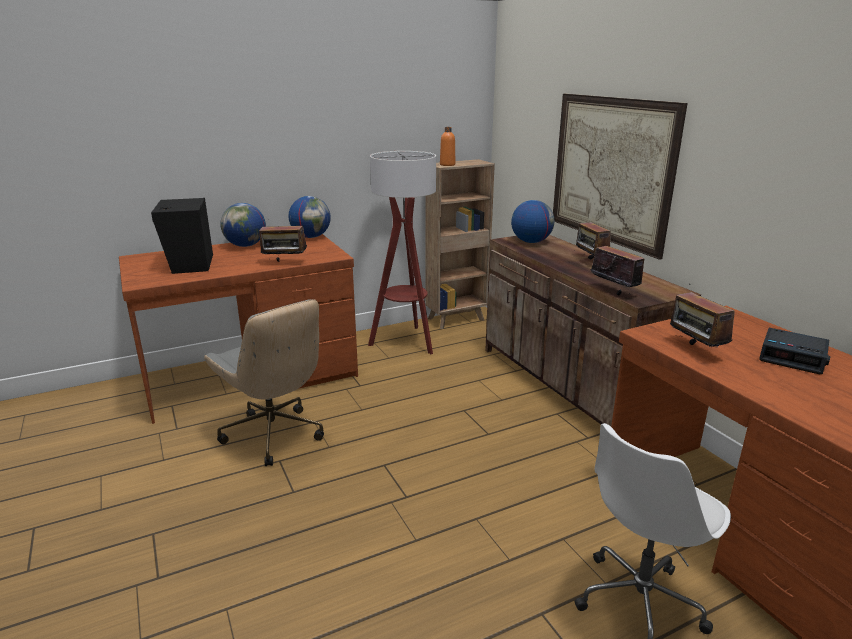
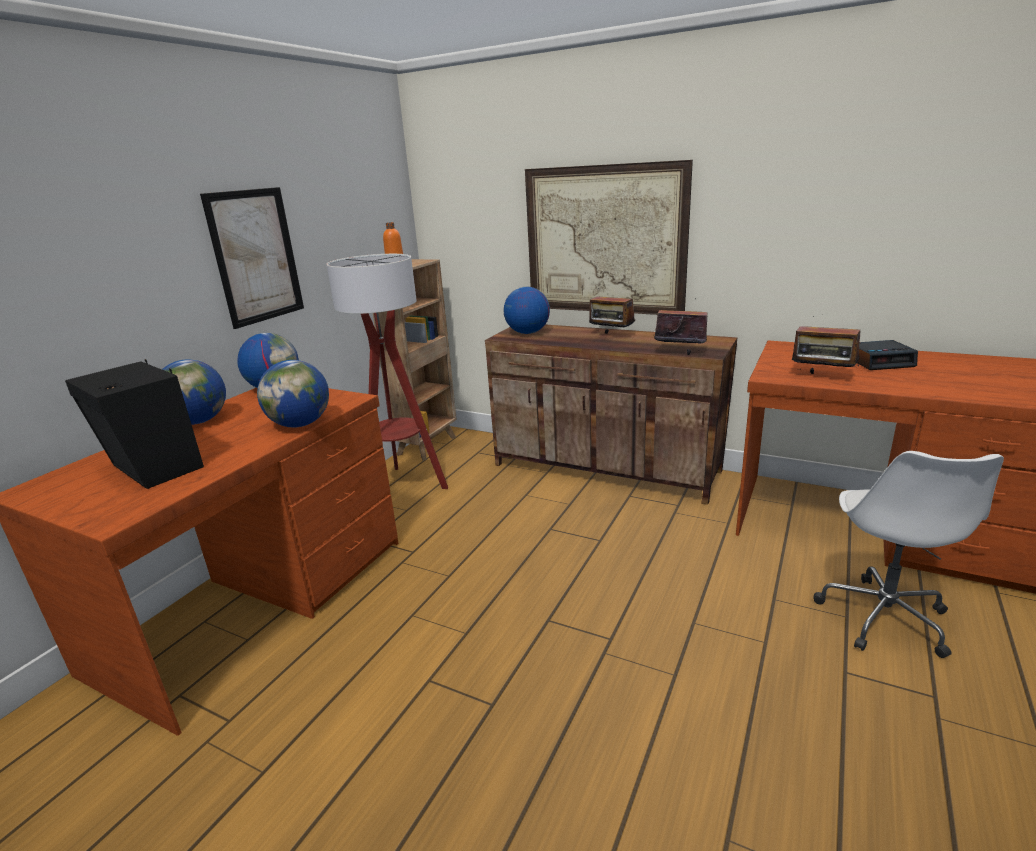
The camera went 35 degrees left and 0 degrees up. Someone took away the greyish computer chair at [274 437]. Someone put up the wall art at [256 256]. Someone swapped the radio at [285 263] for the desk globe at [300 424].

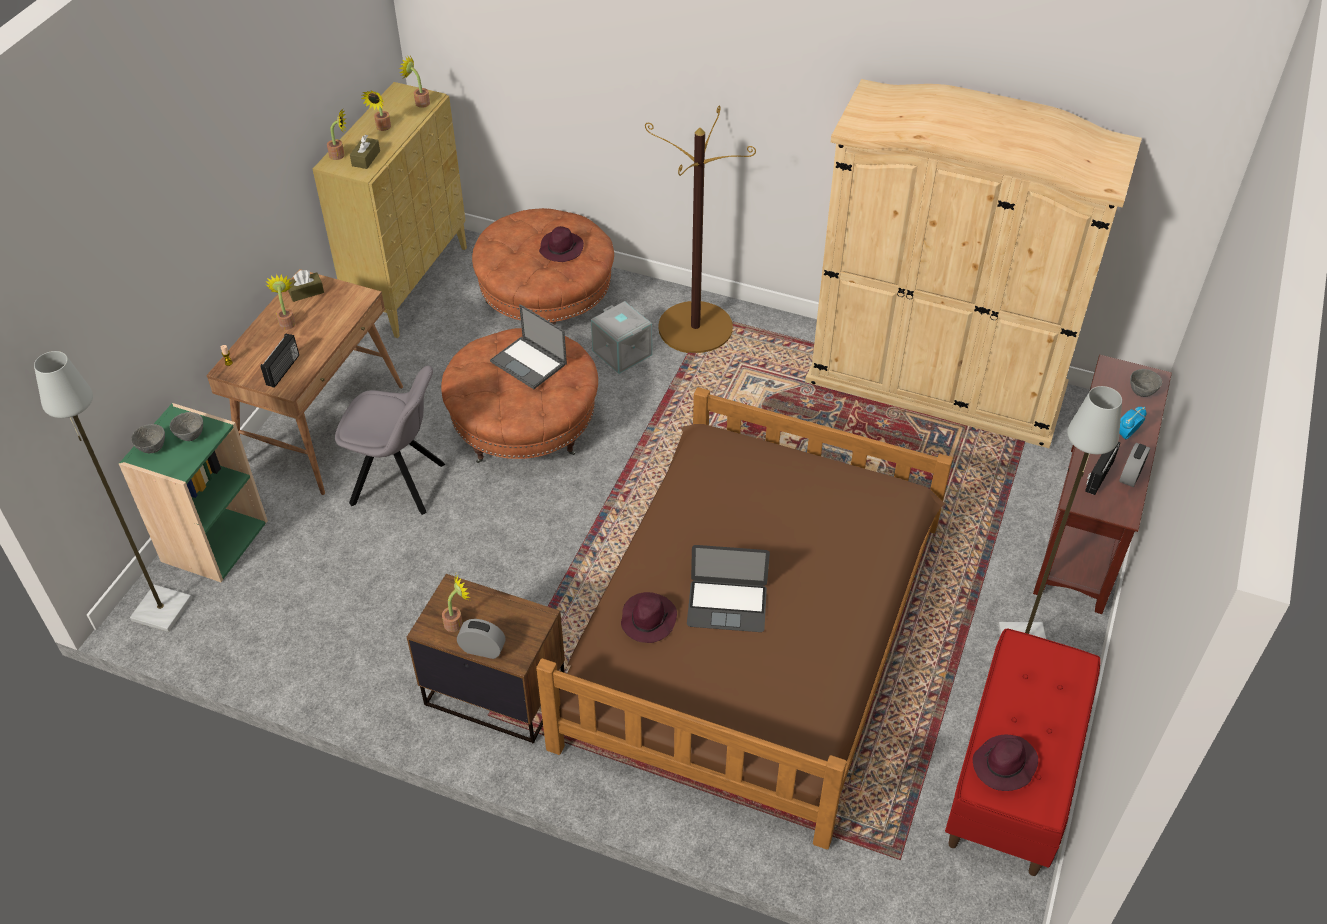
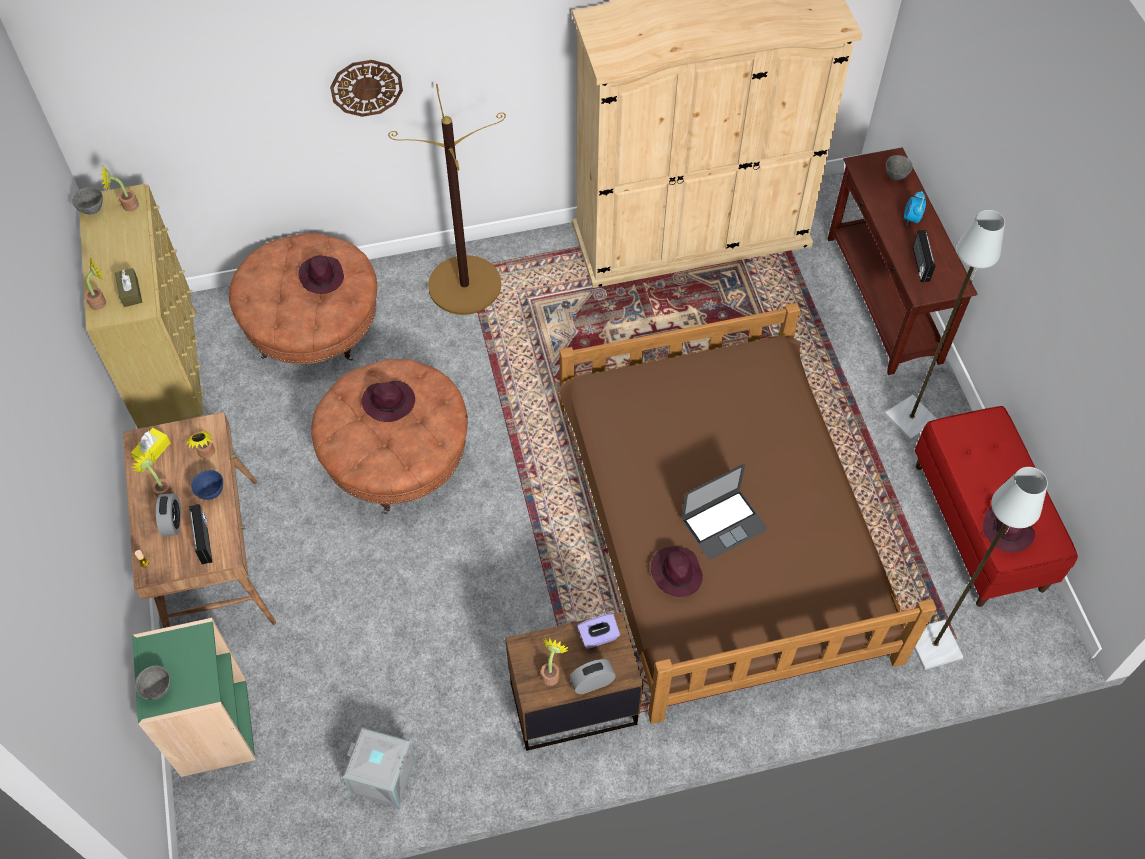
The camera went 35 degrees left and 10 degrees up. Someone took away the greyish upright chair at [399 483]. Someone put down the blue-coloured bowl at [212 493]. Someone put up the wall clock at [366 87]. Someone put down the purple-coloured tissue box at [598 637]. Someone carried the greyish floor lamp from [162 610] to [935 646]. Someone carried the greyish bowl from [191 436] to [93 210]. Someone carried the potted plant from [382 128] to [207 454]. Someone carried the greyish storage bin from [621 353] to [382 776]. Someone carried the alarm clock from [1130 475] to [172 522]. Someone swapped the portable computer at [529 363] for the purple-coloured hat at [389 402]. Someone repainted the brown tissue box at [306 292], which became the yellow tissue box at [152 451].

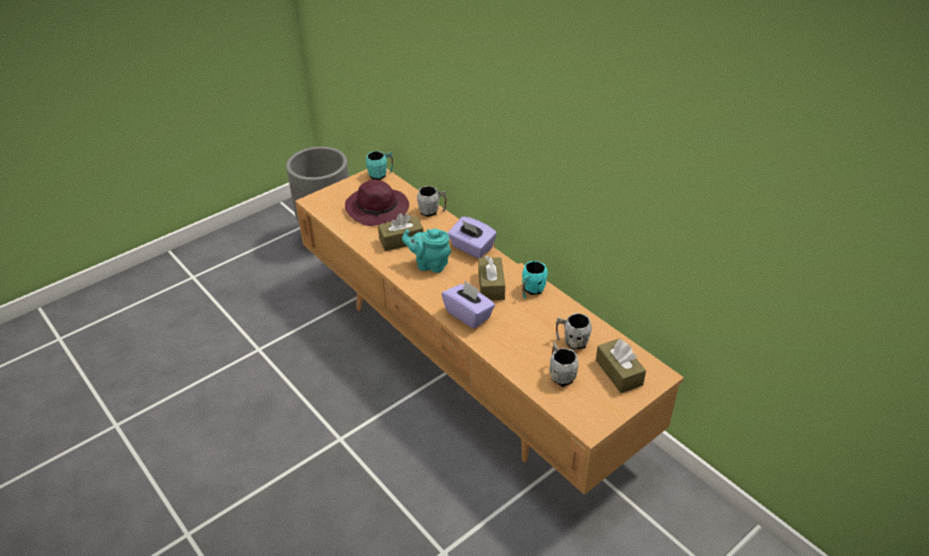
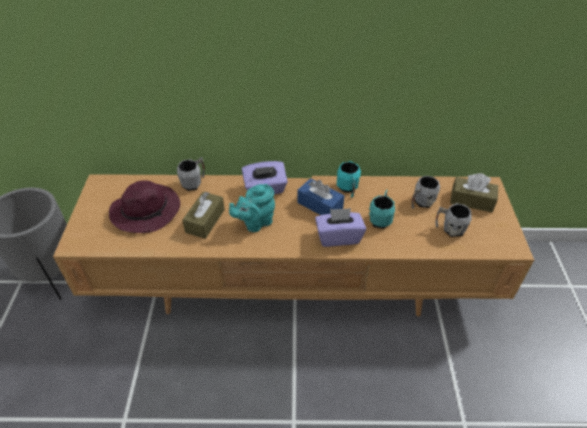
The camera went 50 degrees left and 5 degrees up. Someone carried the turquoise coffee mug from [380 174] to [380 219]. Someone repainted the brown tissue box at [491 286], which became the blue-coloured tissue box at [320 205].

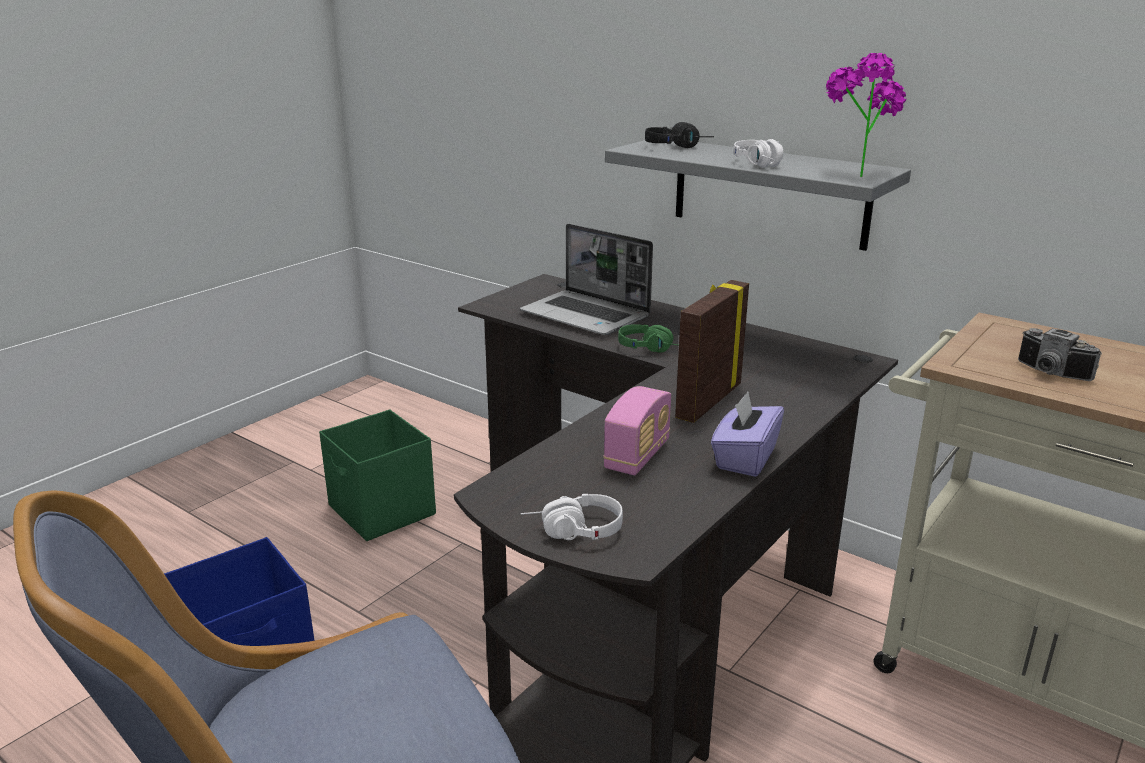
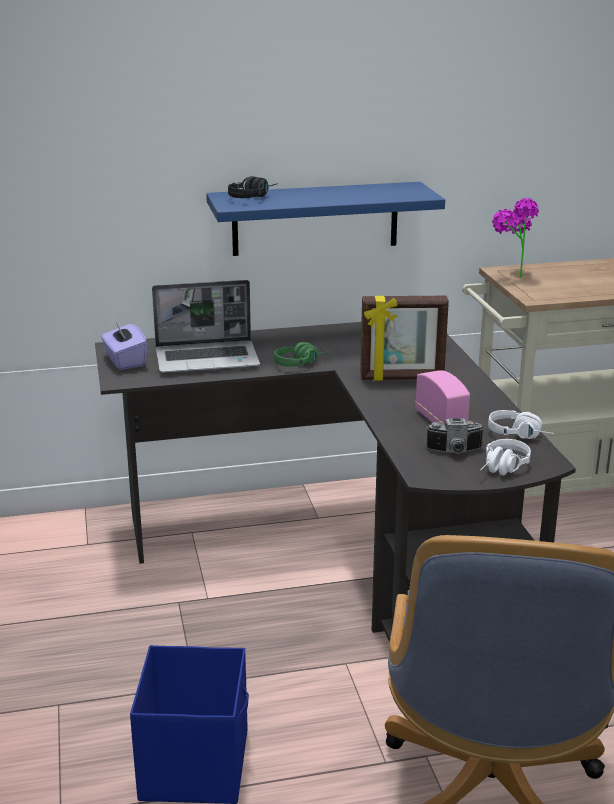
The camera went 50 degrees left and 0 degrees up. Someone took away the green storage bin at [382 511]. Someone carried the purple-coloured tissue box from [744 458] to [125 361]. Someone carried the whitish headphones from [762 165] to [520 434]. Someone carried the potted plant from [855 173] to [510 275]. Someone carried the still camera from [1049 373] to [455 452]. Someone repainted the greyish wall shelf at [769 192], which became the blue-coloured wall shelf at [315 218]. Someone rotated the photo frame at [707 401] by 75 degrees counterclockwise.

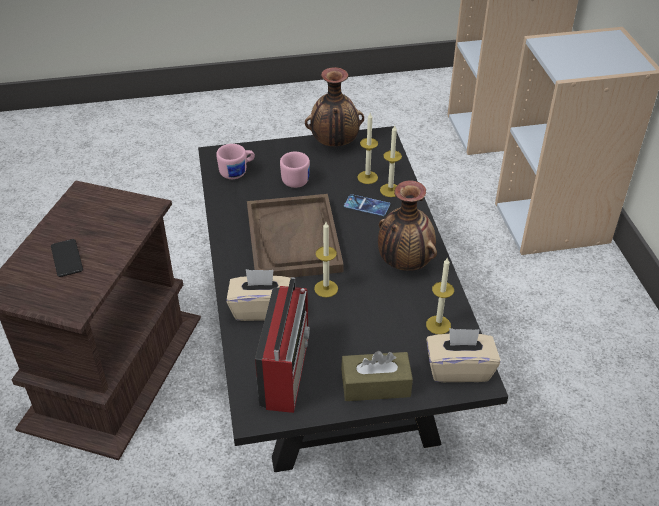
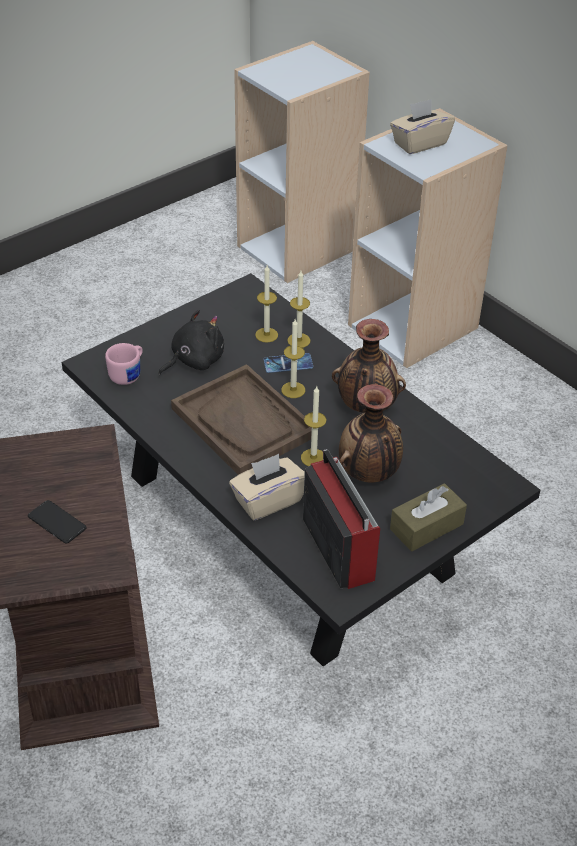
The camera went 30 degrees left and 0 degrees up. Someone carried the flower vase from [334 143] to [369 473]. Someone carried the wax candle from [438 325] to [293 390]. Someone carried the sand-coloured tissue box from [459 368] to [419 143]. Someone swapped the pinkish coffee mug at [295 178] for the blackish cuddly toy at [194 360].

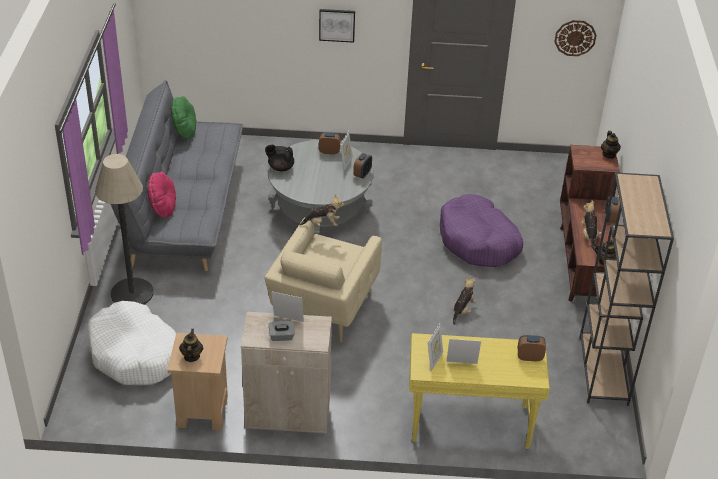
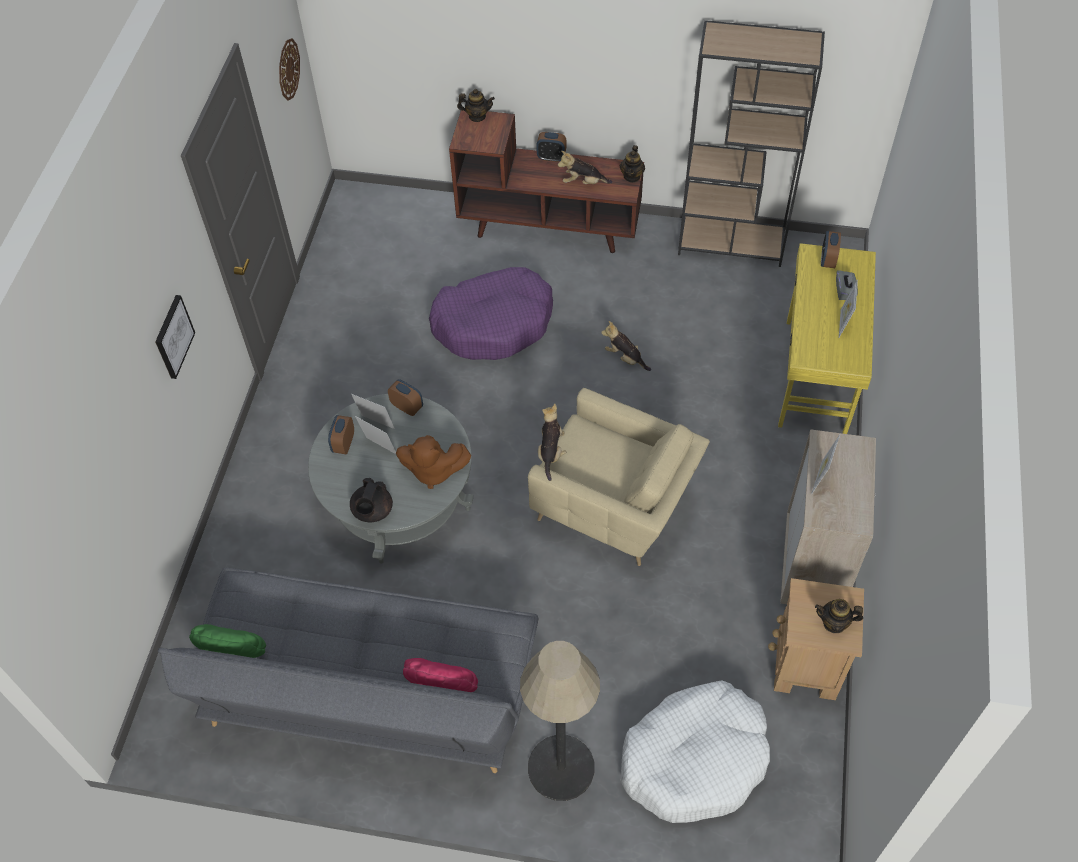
The camera went 80 degrees left and 15 degrees up. Someone put down the brown cuddly toy at [433 471]. Someone carried the greyish tissue box from [281 336] to [844 291]. Someone carried the photo frame from [434 360] to [379 448].

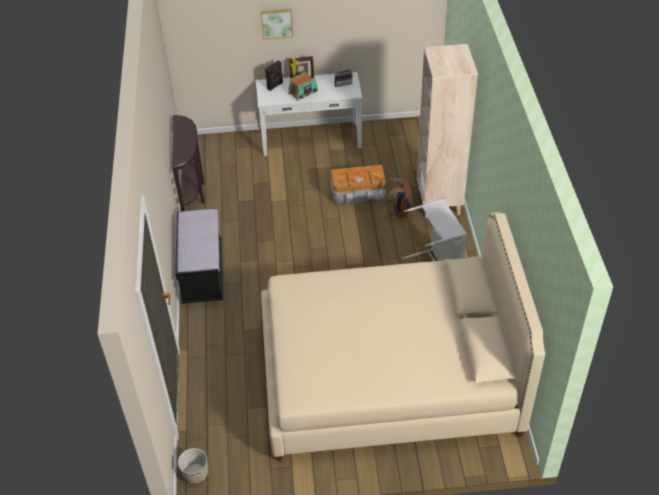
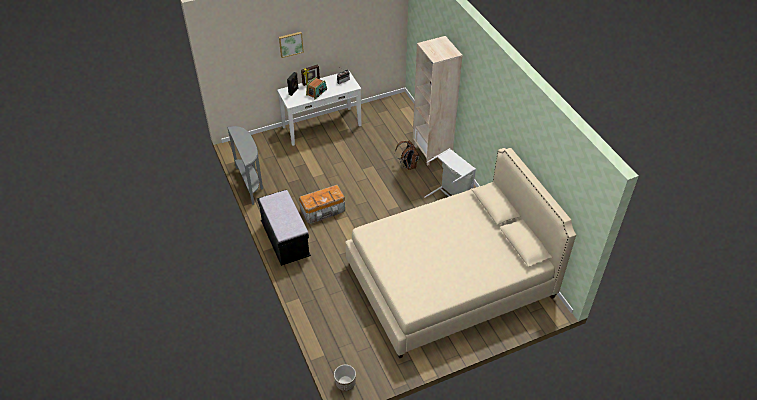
The camera went 20 degrees left and 0 degrees up. Someone carried the storage bin from [359 194] to [323 211]. Someone repainted the brown hall table at [193 193], which became the greyish hall table at [251 183].

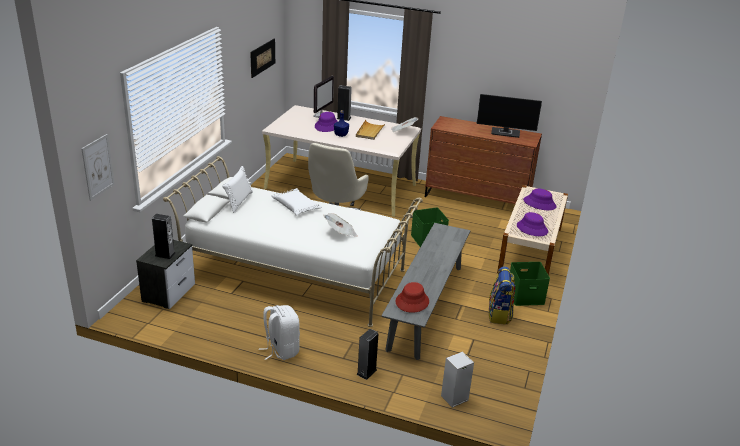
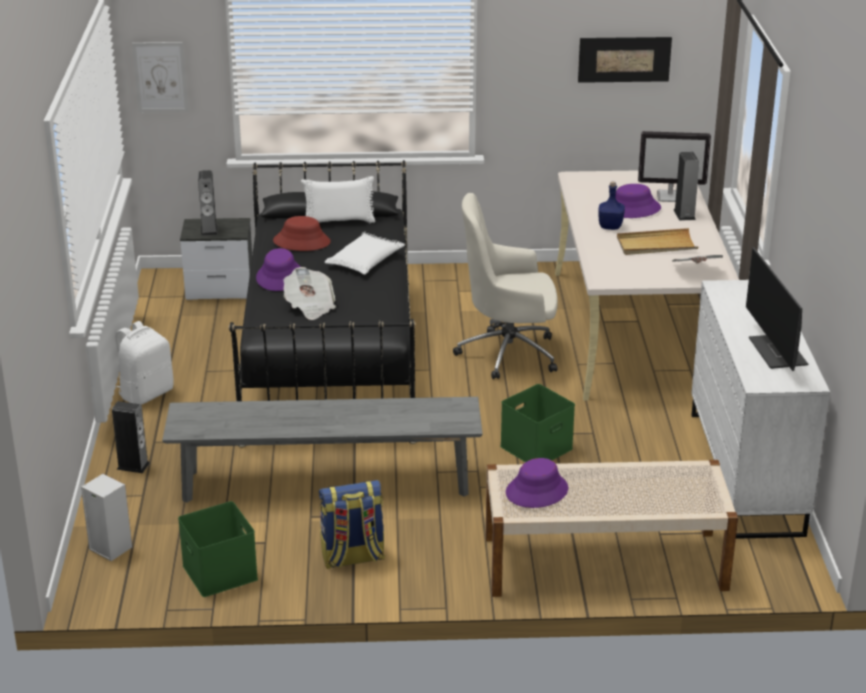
The camera went 70 degrees right and 0 degrees up. Someone carried the red hat from [412 302] to [301 241]. Someone carried the green storage bin from [525 296] to [218 572]. Someone carried the purple-coloured hat from [539 203] to [280 277]. Someone repainted the whitish sleeping bed at [294 274], which became the blackish sleeping bed at [329 359]. Someone repainted the brown dresser at [477 199], which became the whitish dresser at [747 472].

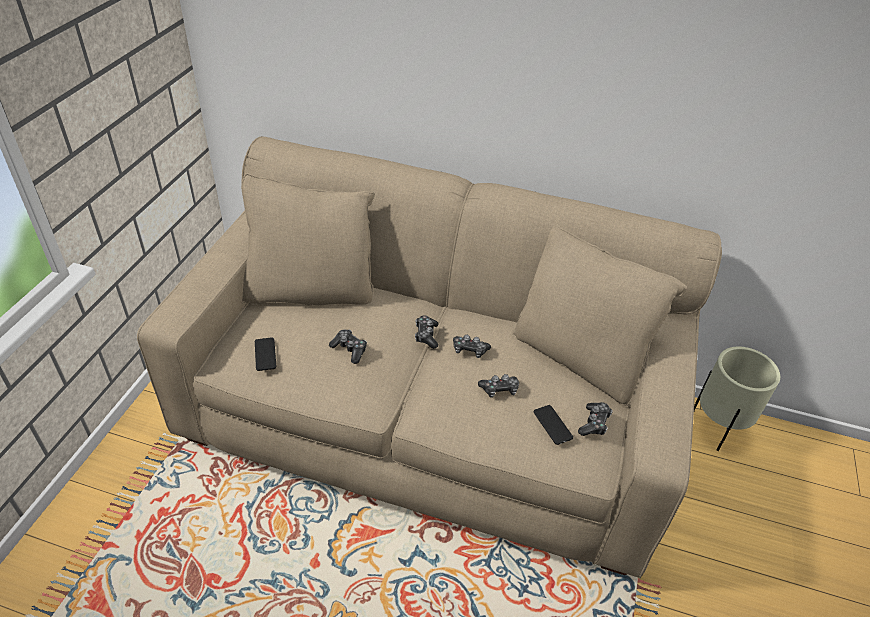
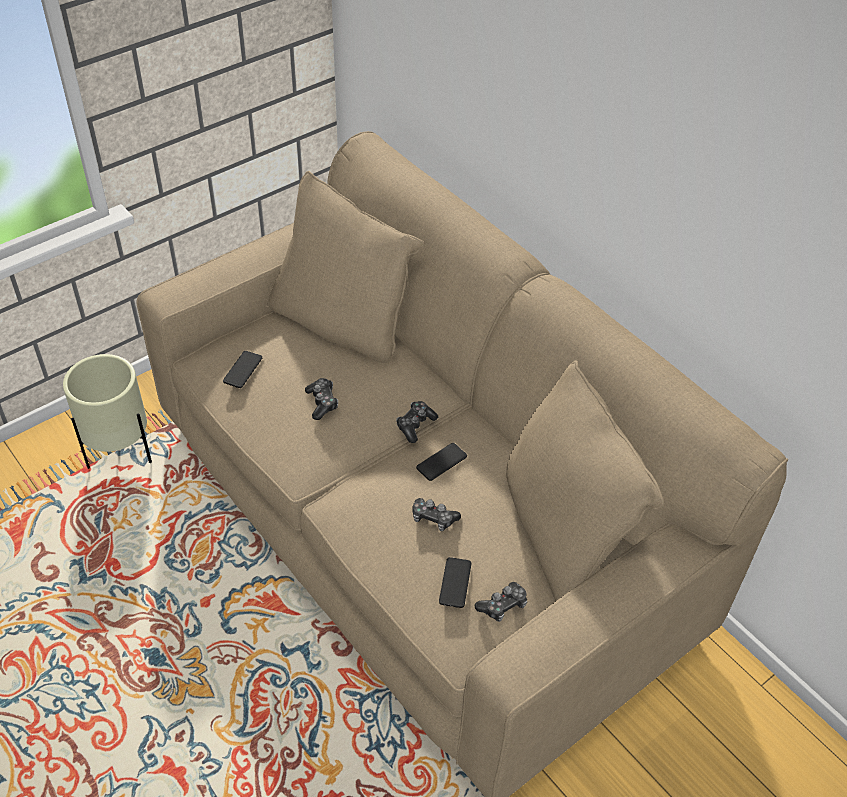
The camera went 35 degrees right and 5 degrees up. Someone carried the sand-coloured plant pot from [717 429] to [121 453]. Someone swapped the joypad at [469 350] for the telephone at [441 462].

